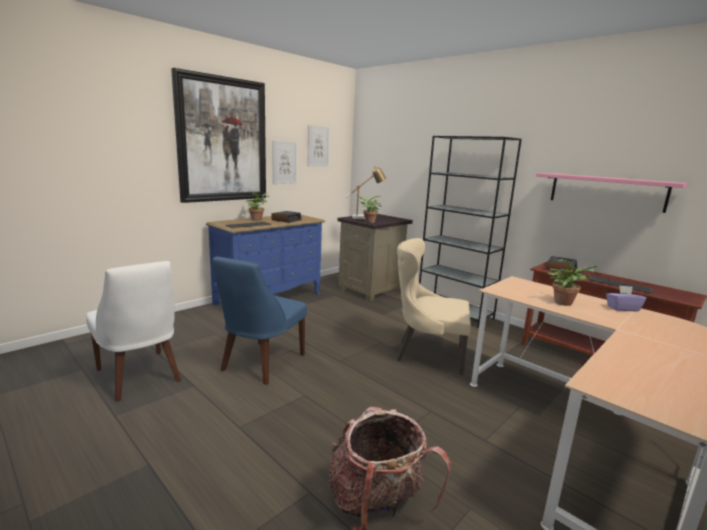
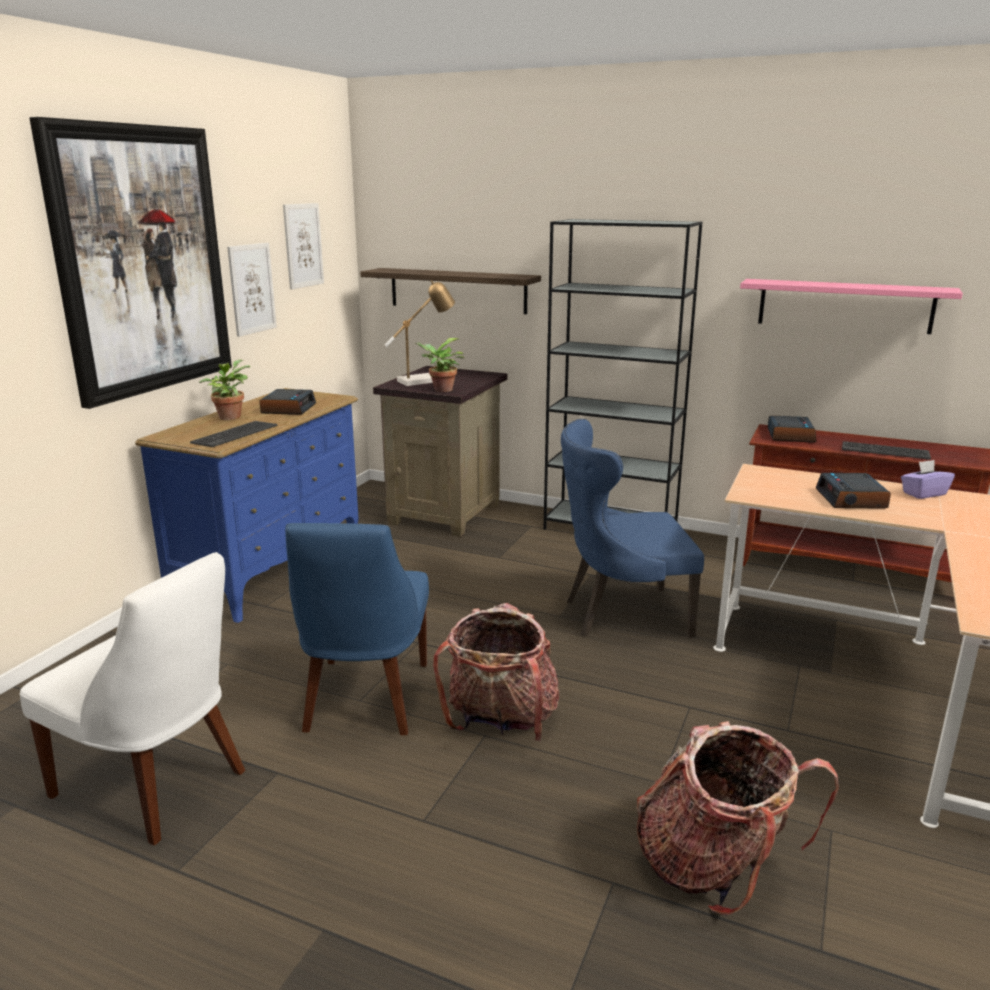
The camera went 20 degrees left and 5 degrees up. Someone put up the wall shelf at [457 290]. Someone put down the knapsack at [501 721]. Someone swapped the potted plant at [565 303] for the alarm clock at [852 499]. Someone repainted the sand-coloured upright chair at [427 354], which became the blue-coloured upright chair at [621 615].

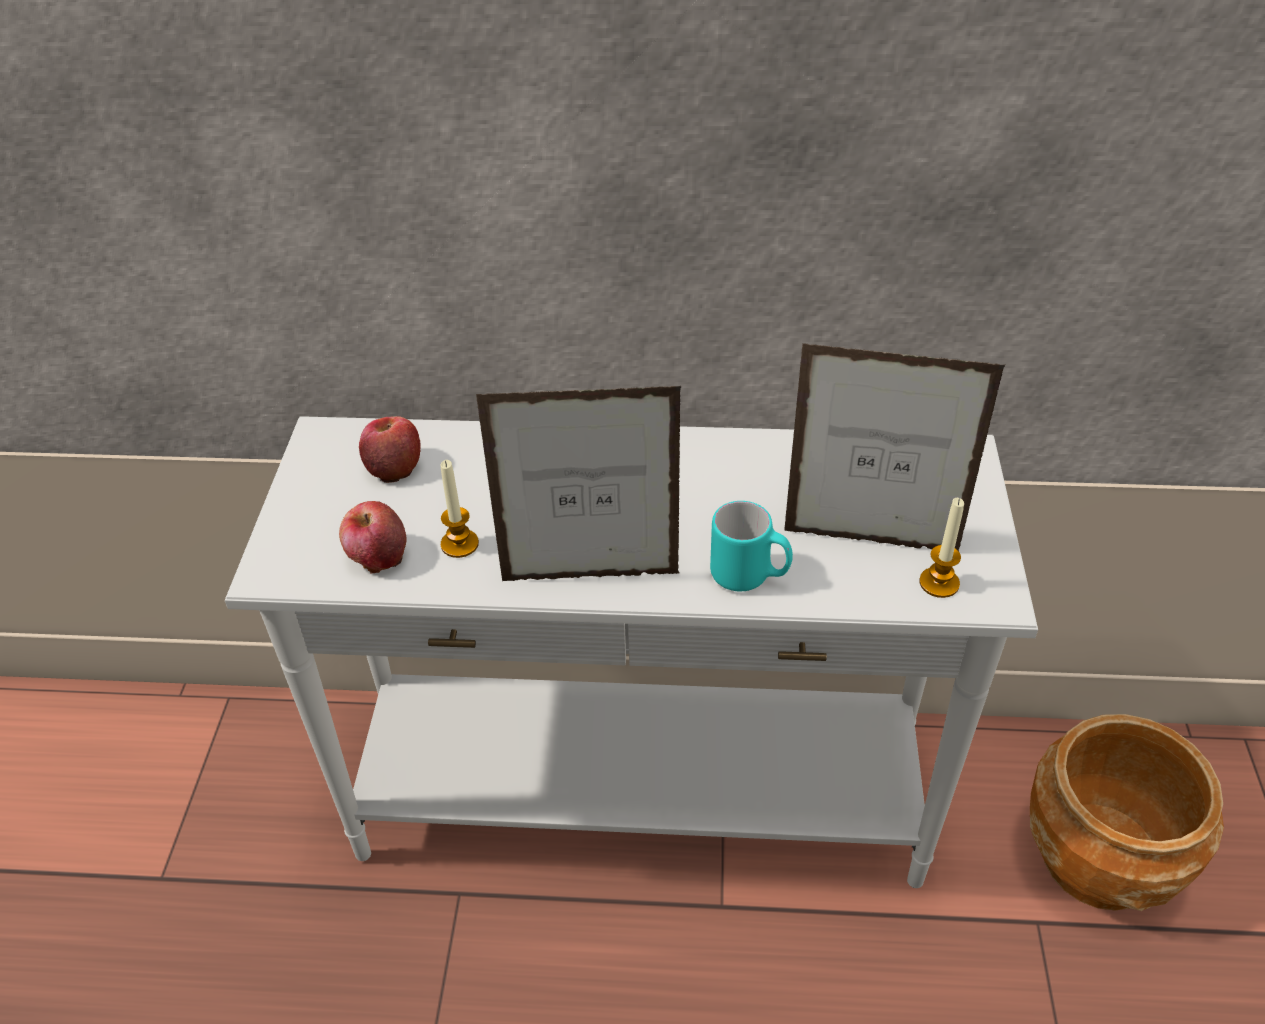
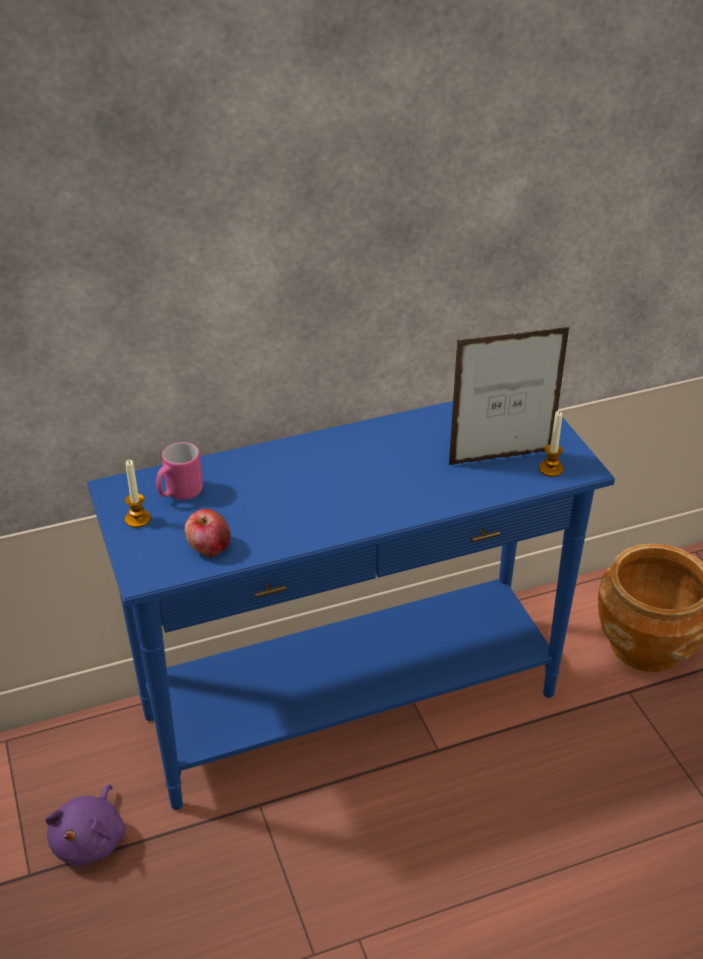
The camera went 25 degrees left and 5 degrees down. Someone took away the photo frame at [591 577]. Someone took away the turquoise coffee mug at [750 576]. Someone put down the purple-coloured cuddly toy at [91 840]. Someone carried the wax candle from [459 544] to [137 519]. Someone swapped the apple at [394 466] for the pinkish coffee mug at [179 493]. Someone repainted the whitish hall table at [644 796], which became the blue-coloured hall table at [352 703].

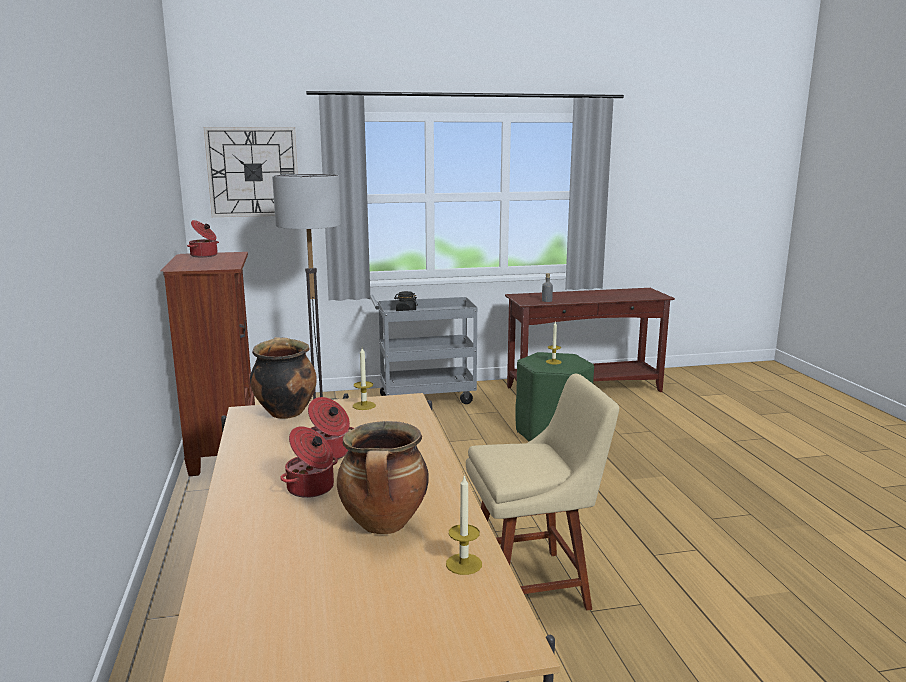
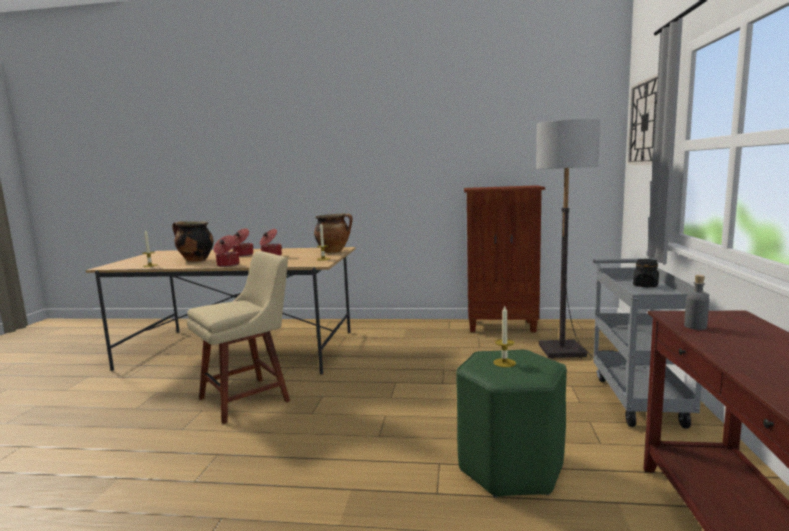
The camera went 110 degrees right and 5 degrees down. Someone carried the cooking pot from [204 255] to [227 265]. Someone rotated the sand-coloured upright chair at [534 584] by 135 degrees counterclockwise.

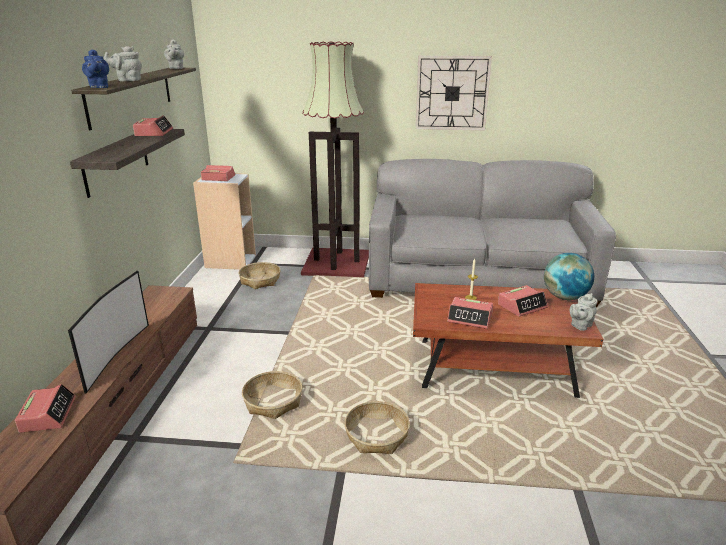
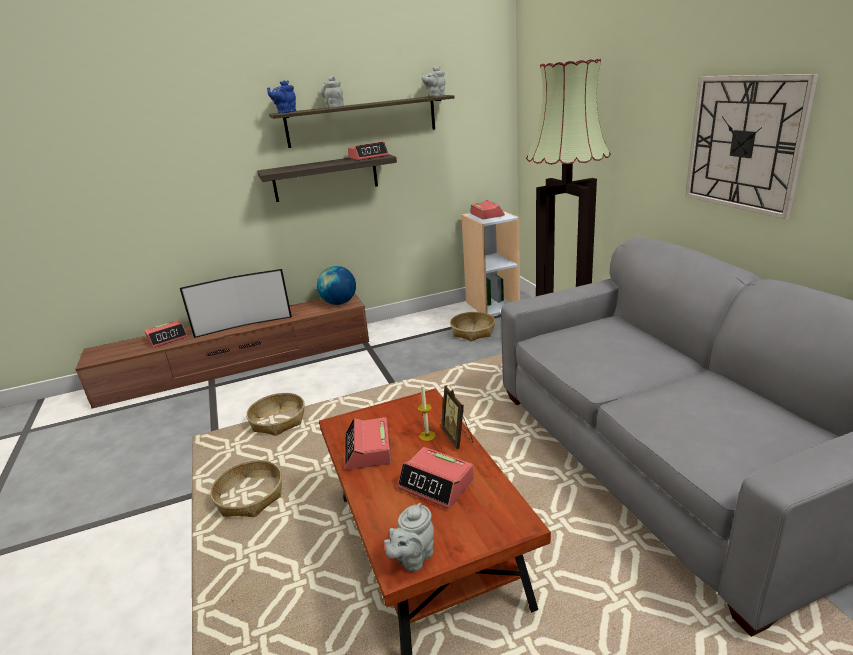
The camera went 65 degrees right and 0 degrees up. Someone put down the photo frame at [457 437]. Someone carried the desk globe from [565 297] to [339 303]. Someone rotated the greyish teapot at [580 325] by 75 degrees counterclockwise.

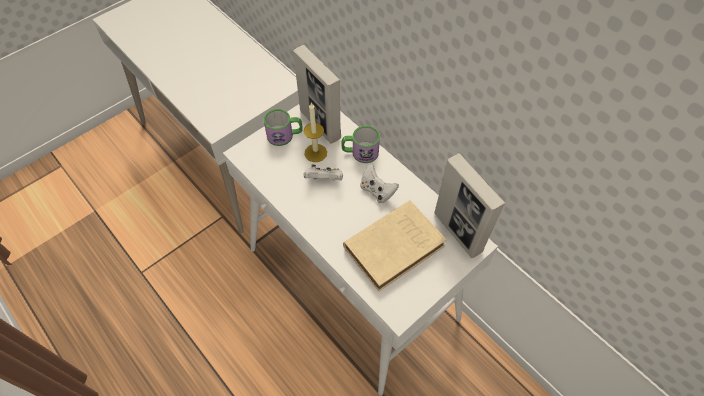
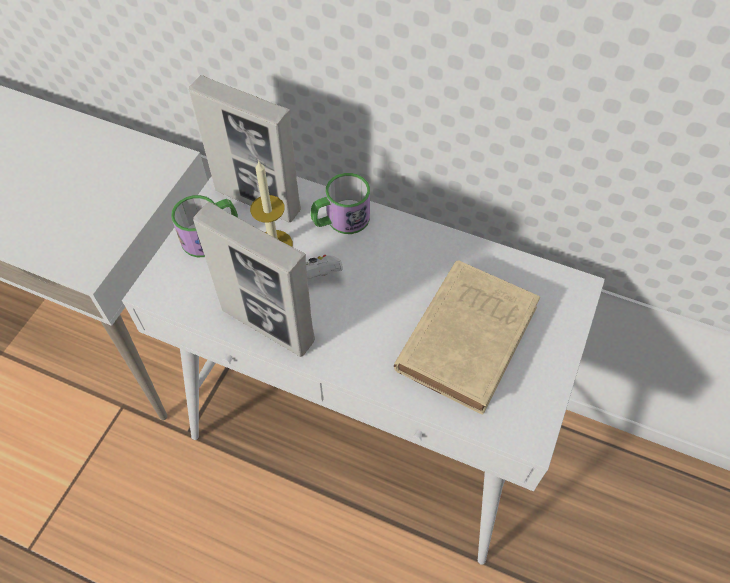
The camera went 25 degrees left and 0 degrees up. Someone took away the whitish joypad at [377 191]. Someone carried the photo frame from [458 232] to [268 326].

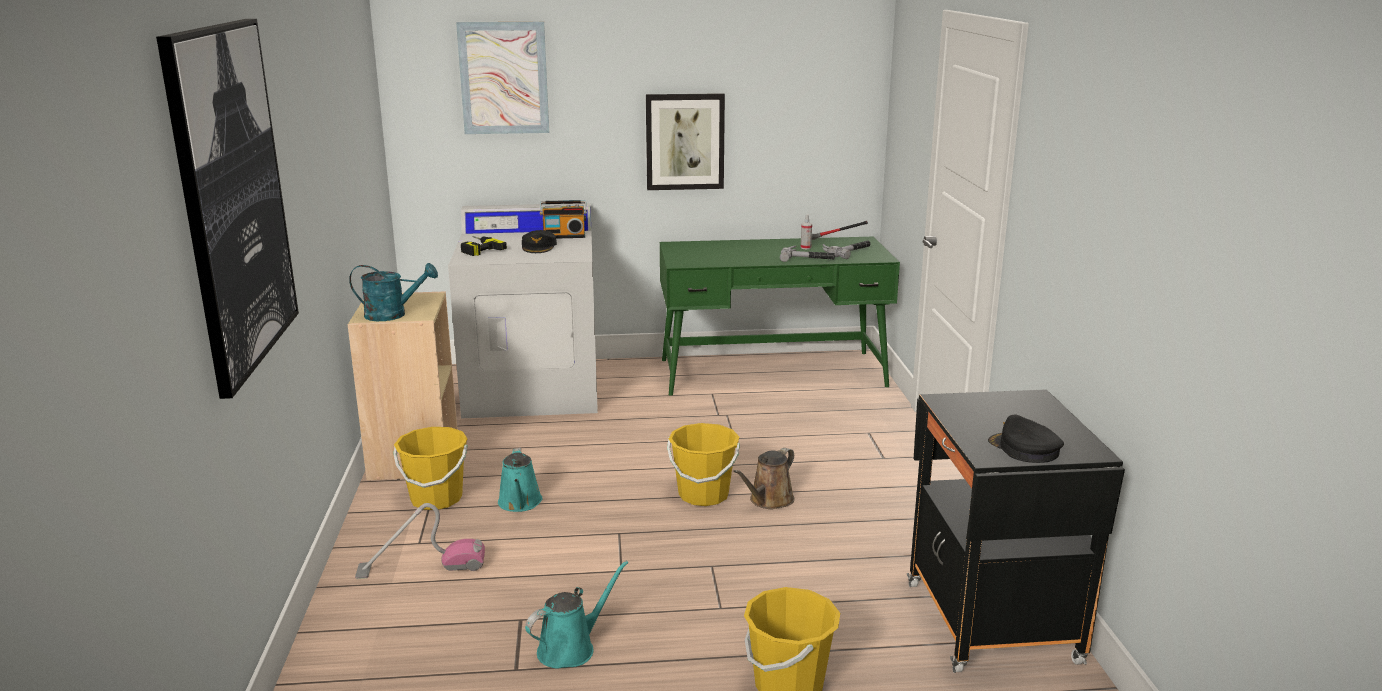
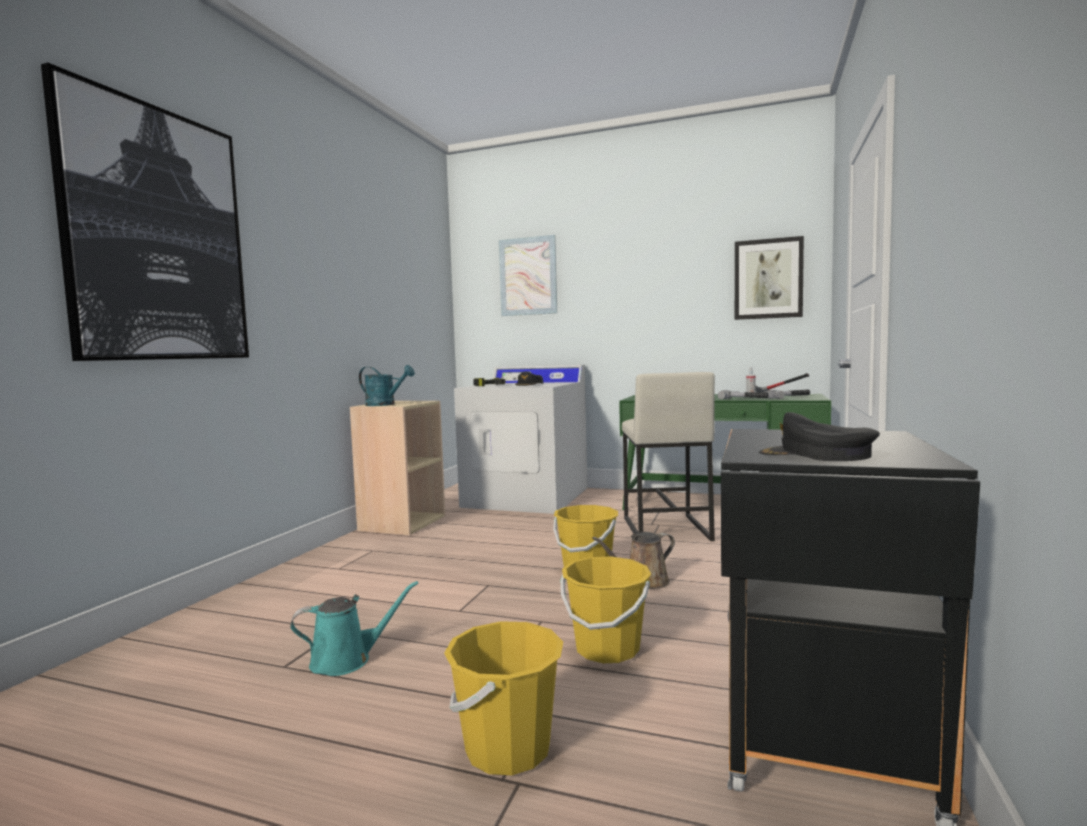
The camera went 25 degrees right and 15 degrees down. Someone took away the vacuum at [421 567]. Someone took away the turquoise sprinkling can at [520 503]. Someone took away the radio at [564 236]. Someone put down the sand-coloured stool at [666 529]. Someone carried the yellow bucket from [436 499] to [607 649]. Someone carried the wall art from [685 141] to [768 279]. Someone rotated the blackish cap at [1024 449] by 45 degrees counterclockwise.

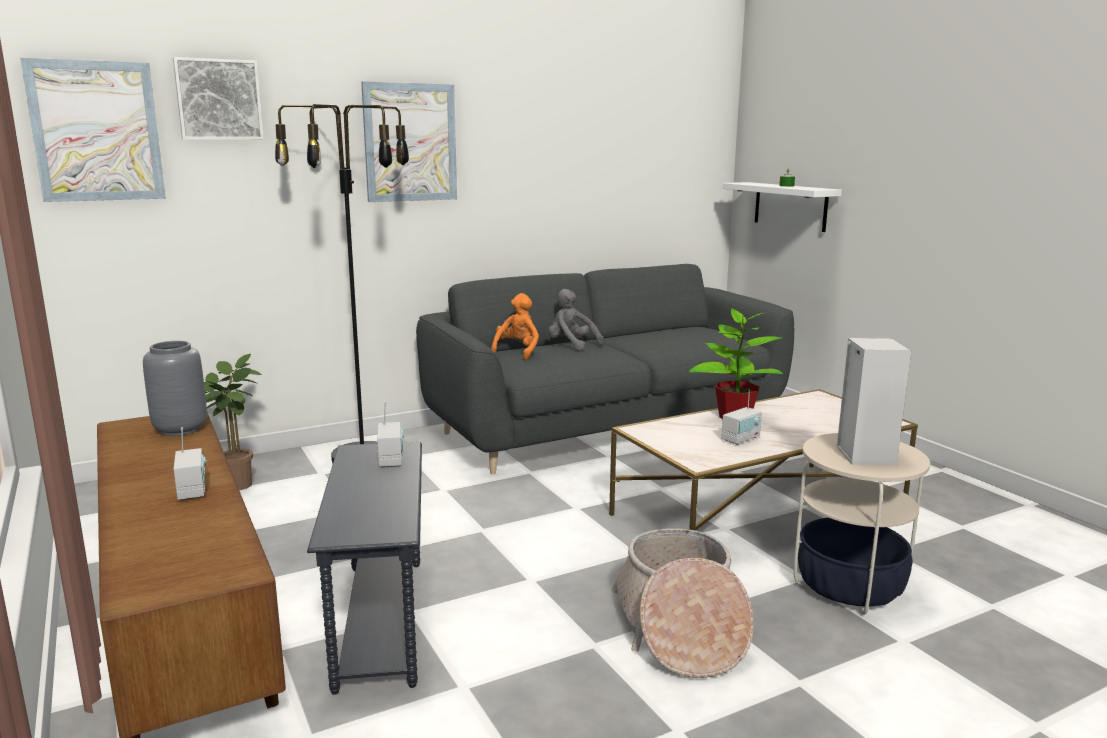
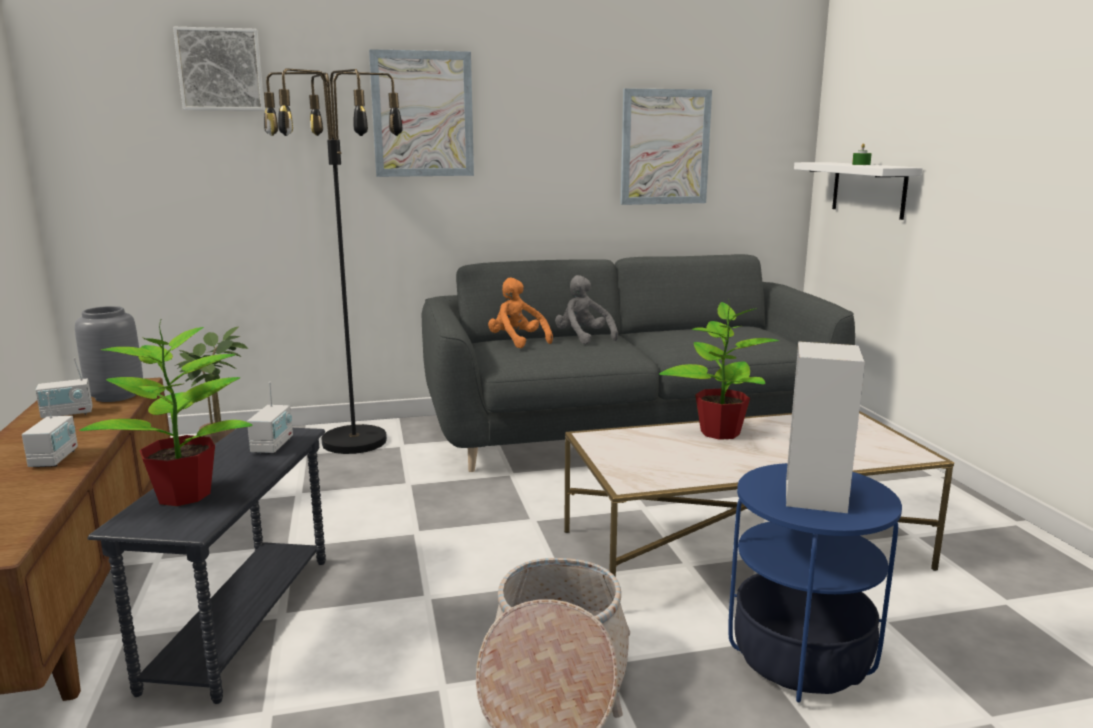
The camera went 15 degrees right and 0 degrees up. Someone put down the potted plant at [185 494]. Someone carried the wall art from [96 131] to [665 147]. Someone carried the radio from [741 439] to [67 414]. Someone repainted the sand-coloured end table at [849 588], which became the blue-coloured end table at [800 663]. Someone rotated the orangey cuddly toy at [517 352] by 75 degrees counterclockwise.

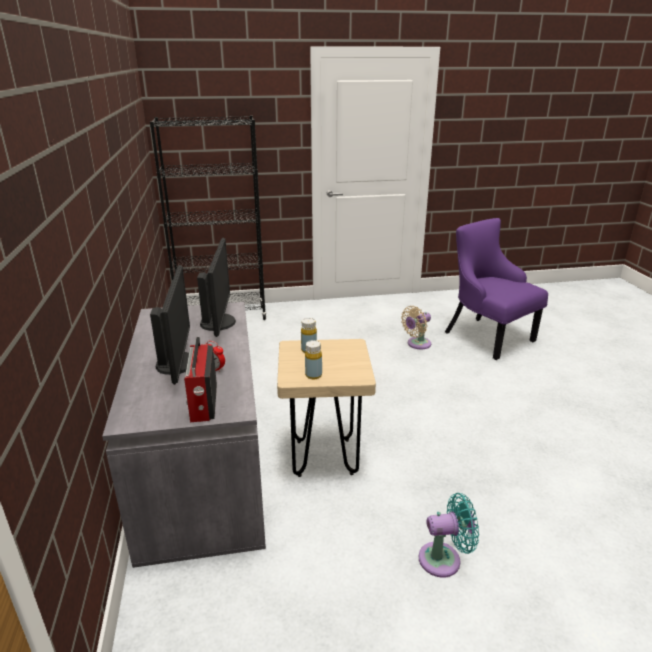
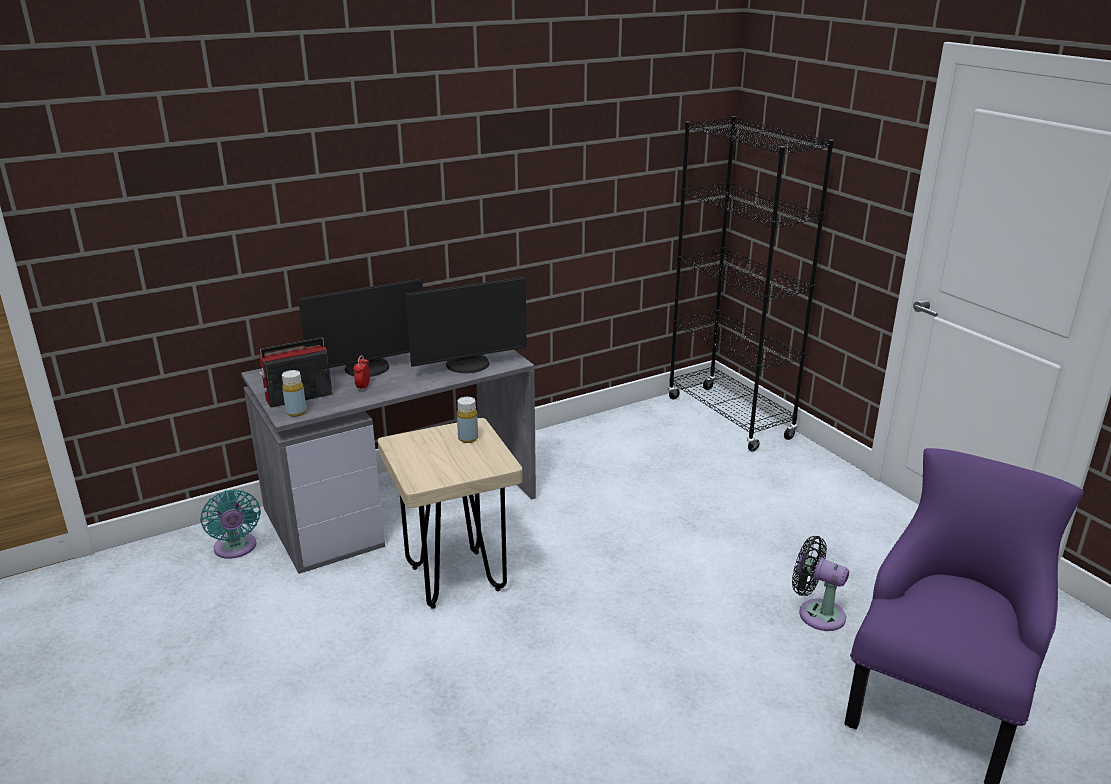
The camera went 70 degrees right and 0 degrees up. Someone carried the yellow drink bottle from [313 375] to [296 412]. Someone carried the turquoise fan from [444 559] to [236 549]. Someone repainted the sand-coloured fan at [417 344], which became the blackish fan at [816 613].

